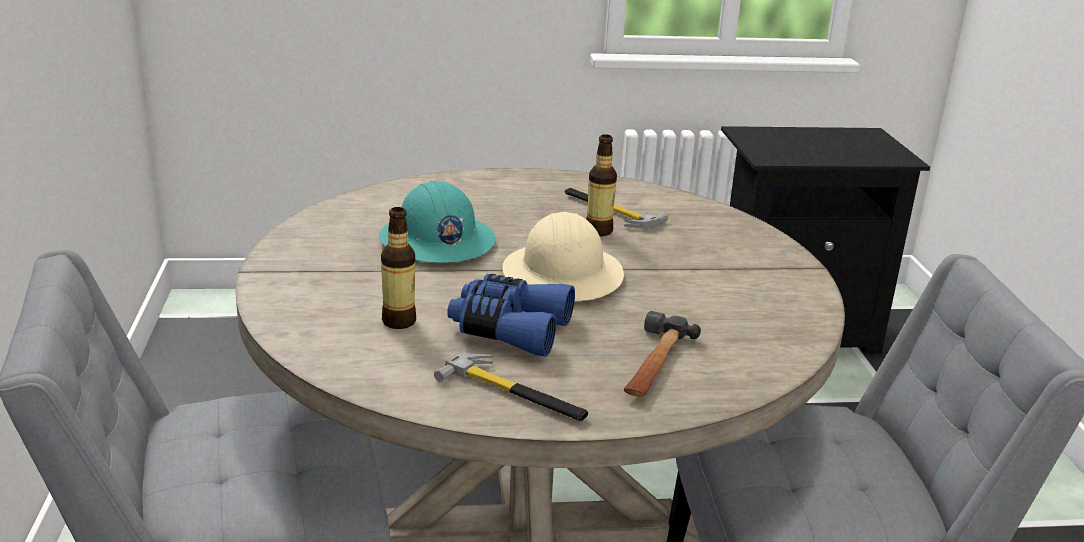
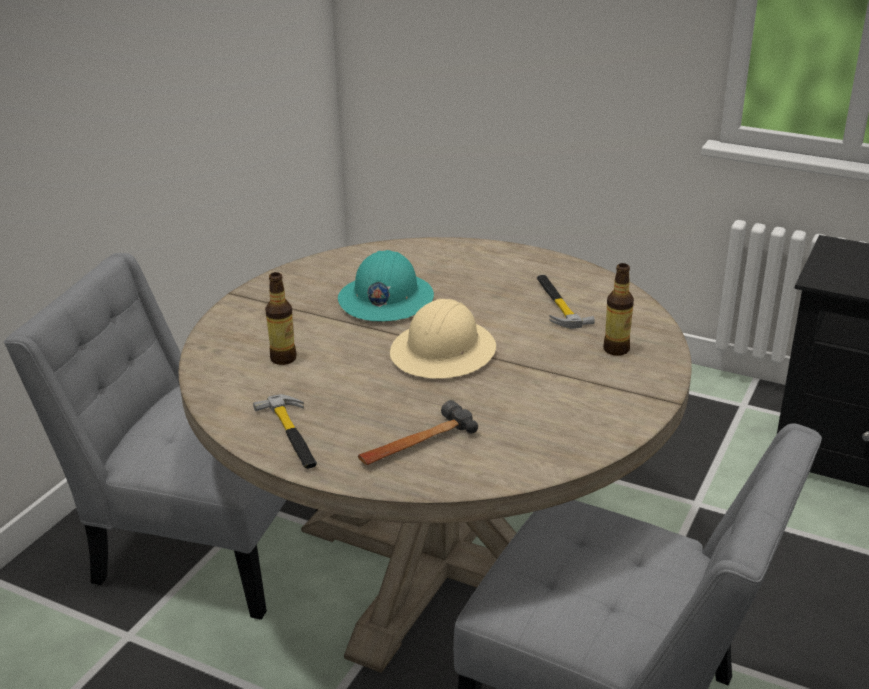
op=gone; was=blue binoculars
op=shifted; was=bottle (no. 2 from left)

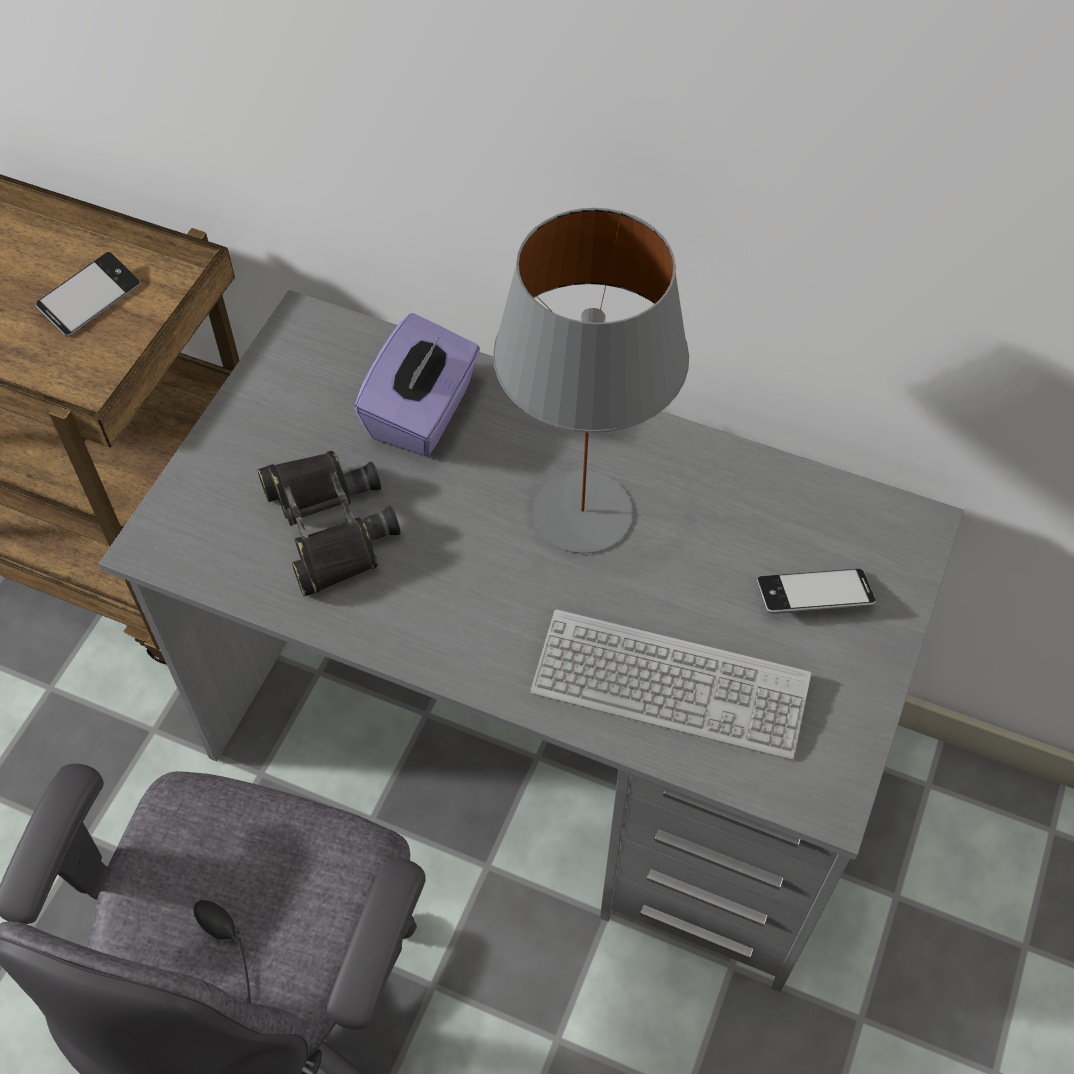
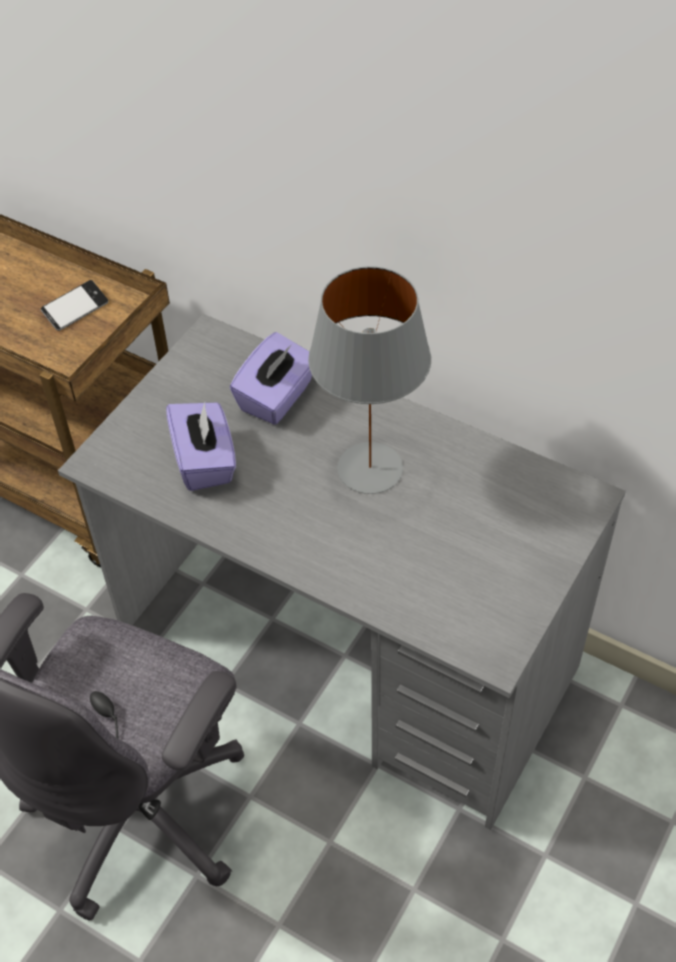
op=gone; was=keyboard
op=gone; was=phone (no. 2 from left)
op=swapped; was=black binoculars; now=purple tissue box (no. 1 from left)

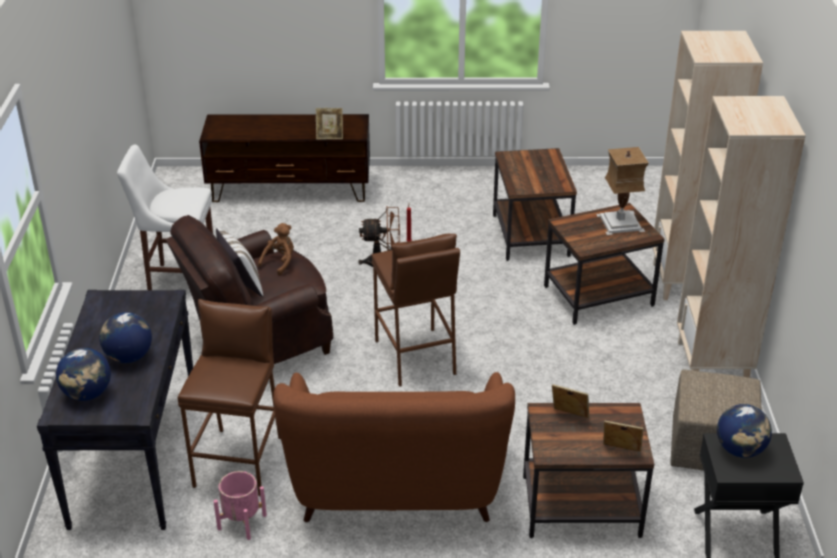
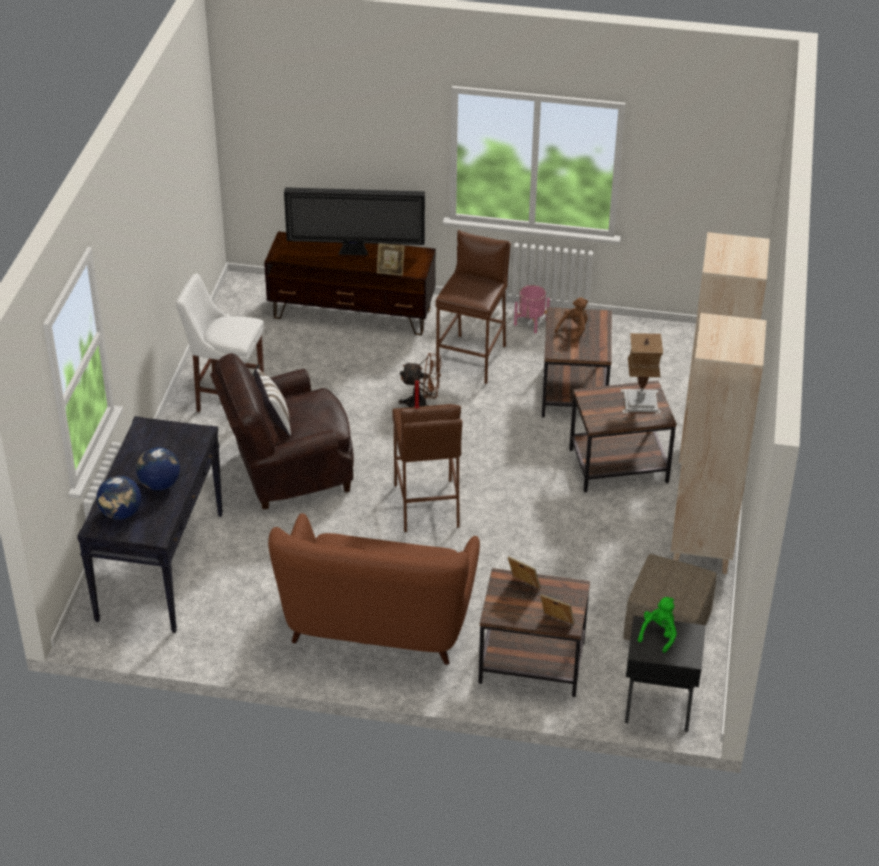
op=new; now=television
op=shifted; was=brown stool (no. 1 from left in the first image); now=brown stool (no. 2 from left)
op=shifted; was=pink planter
op=shifted; was=brown plush toy
op=swapped; was=globe (no. 3 from left); now=green plush toy

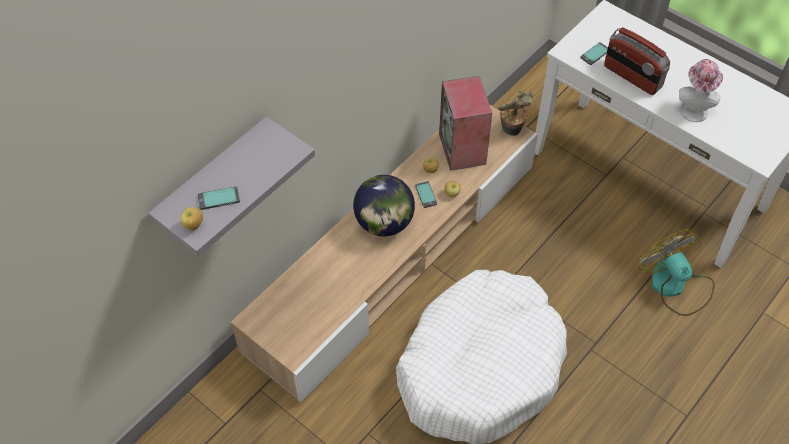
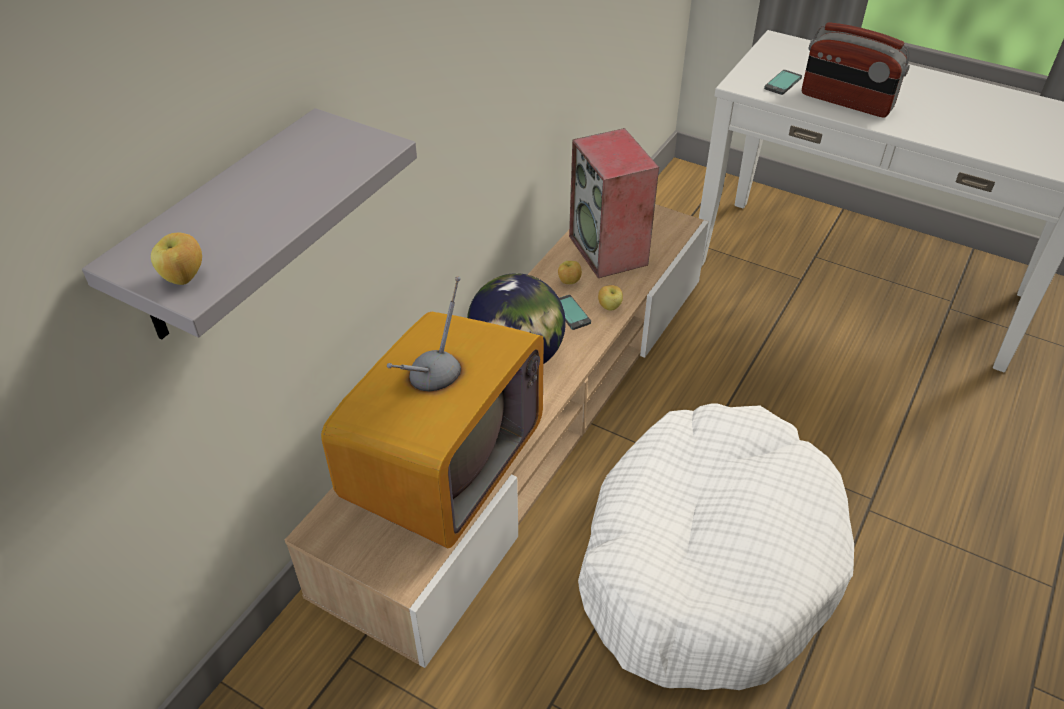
op=gone; was=phone (no. 1 from left)
op=gone; was=potted plant
op=gone; was=fan
op=gone; was=hat
op=new; now=television

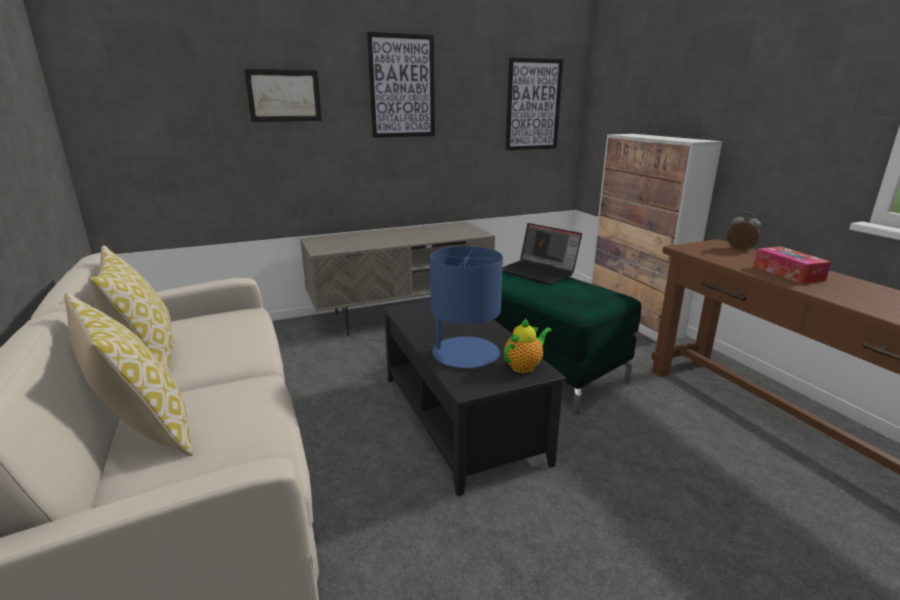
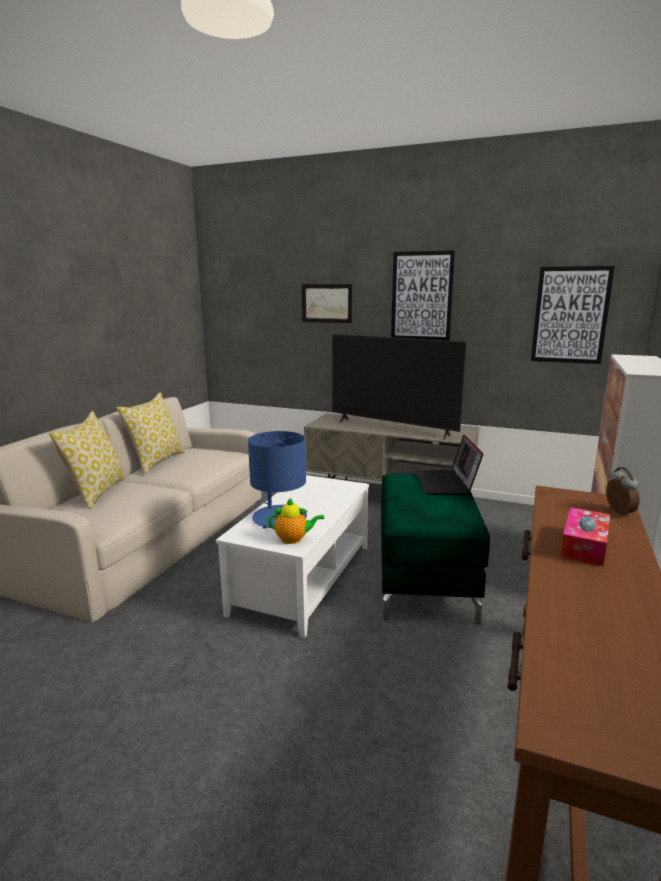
op=new; now=television
op=repainted; was=black coffee table; now=white coffee table

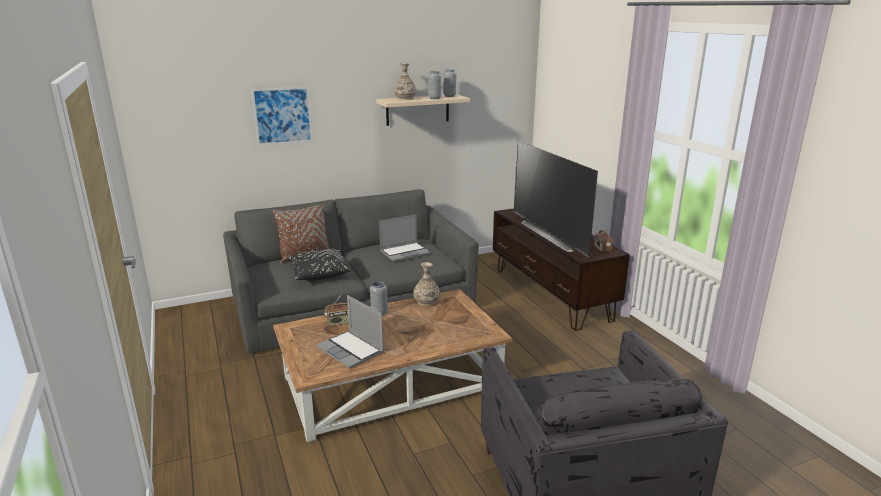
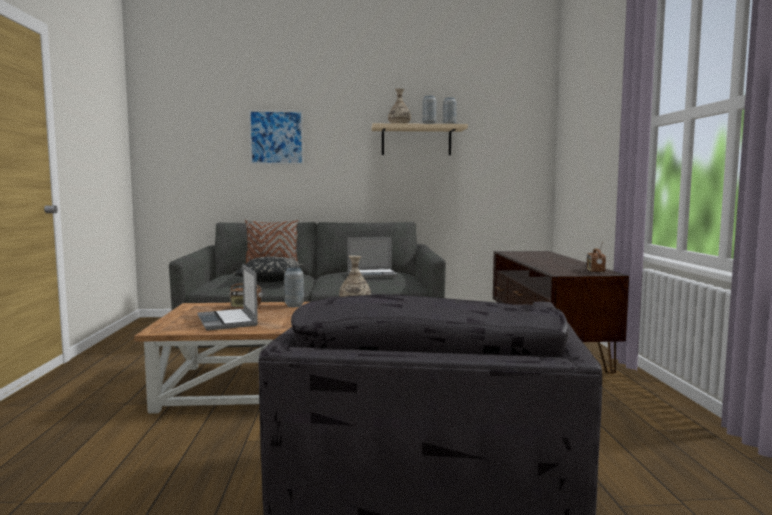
op=gone; was=television

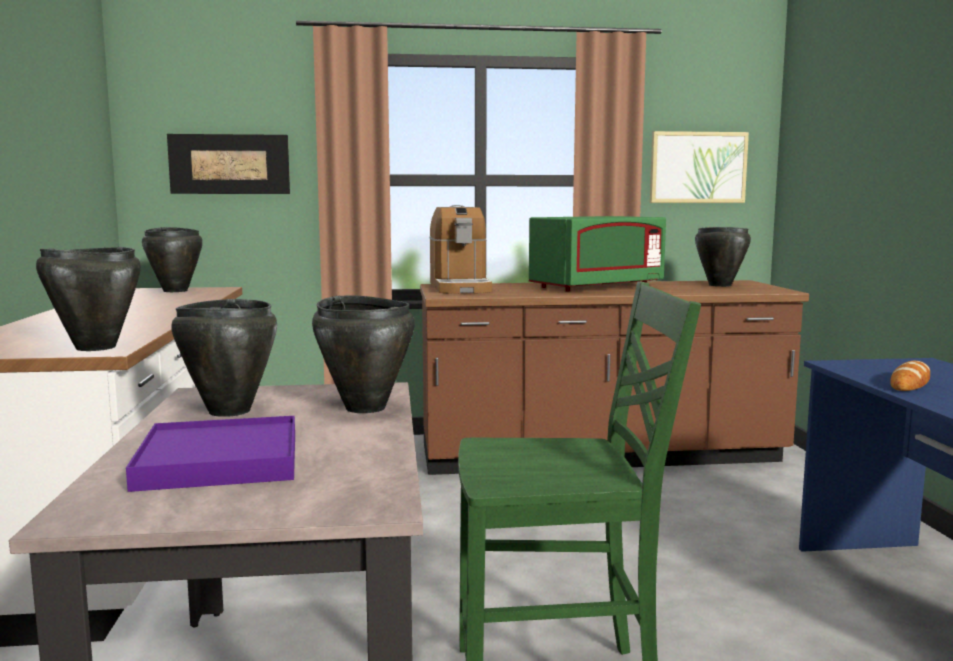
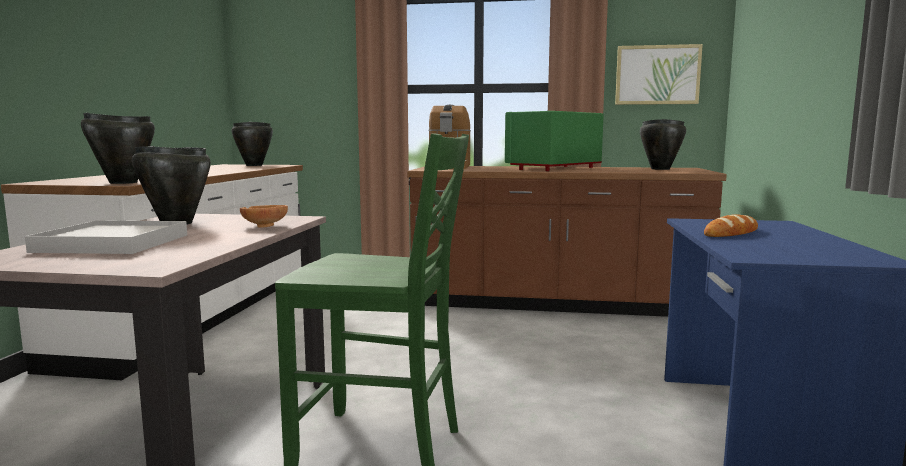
op=gone; was=picture (no. 1 from left)
op=swapped; was=black cooking pot (no. 4 from left); now=brown bowl
op=repainted; was=purple tray; now=white tray
op=rotated; was=green microwave; clockwise=150

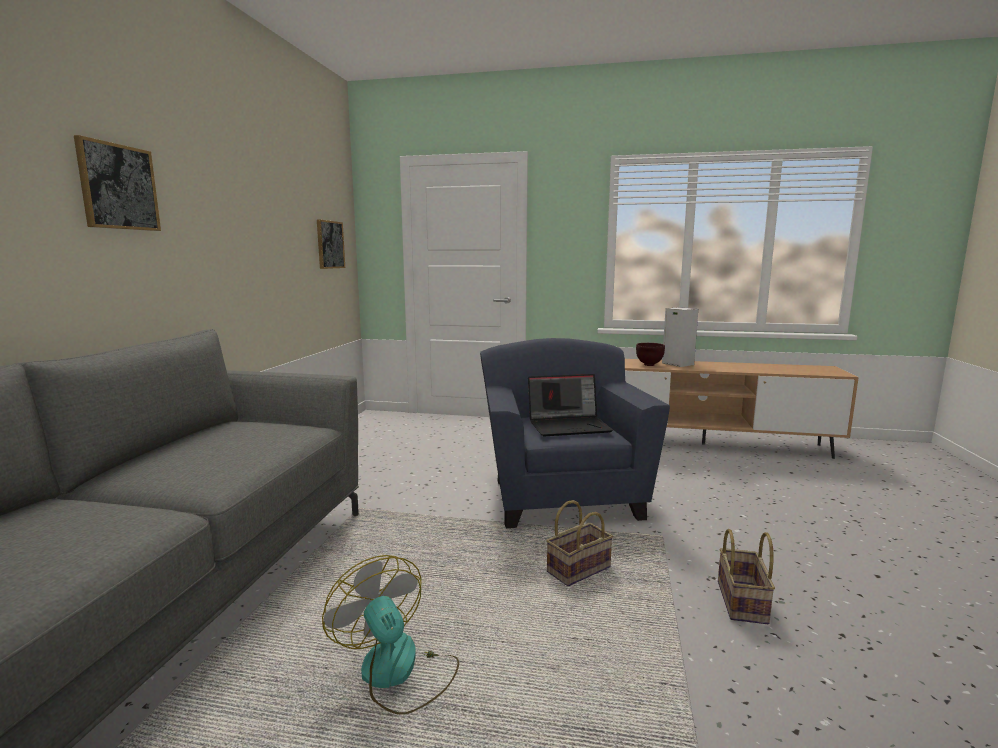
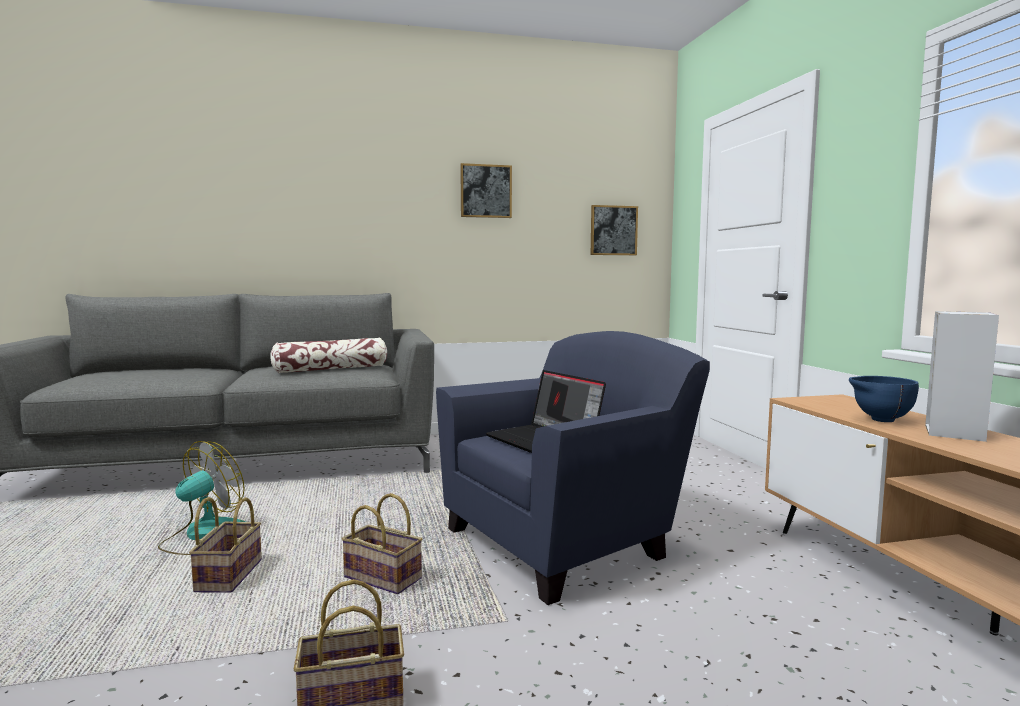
op=new; now=basket (no. 1 from left)
op=new; now=pillow
op=shifted; was=picture (no. 1 from left)
op=repainted; was=brown bowl; now=blue bowl

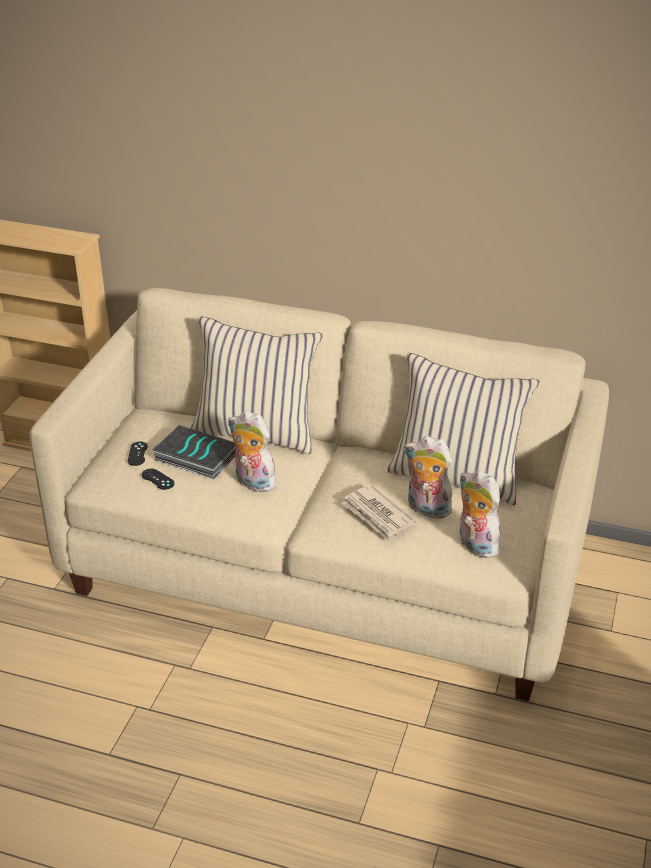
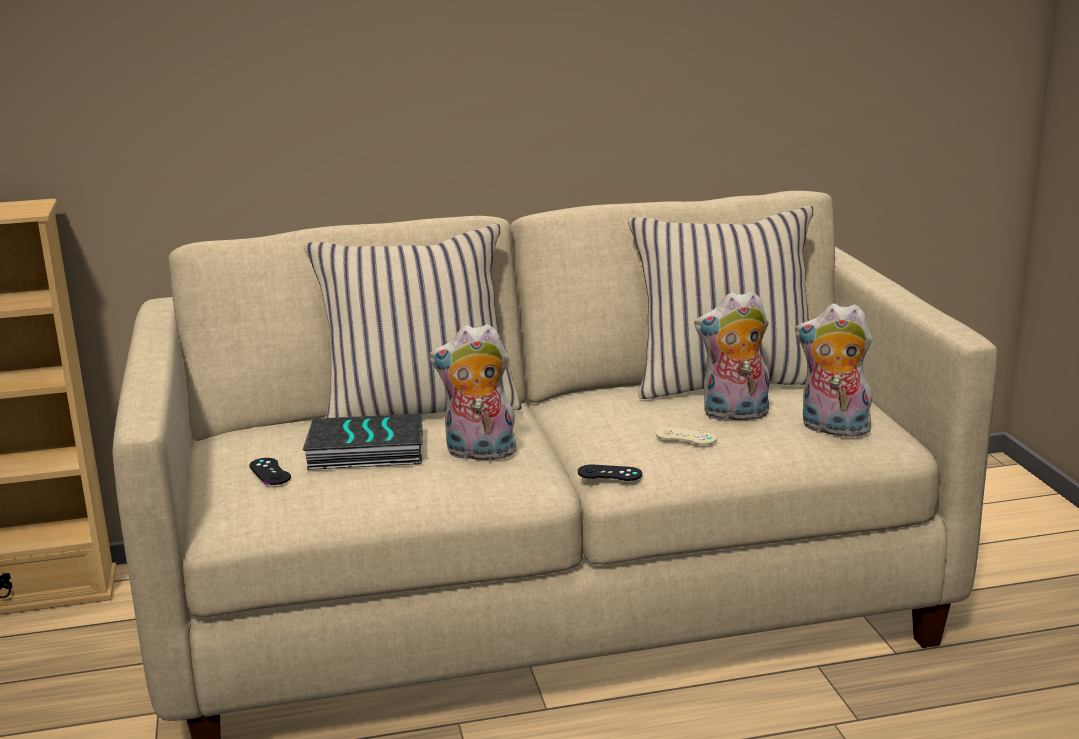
op=shifted; was=black game controller (no. 2 from left)
op=swapped; was=newspaper; now=beige game controller

